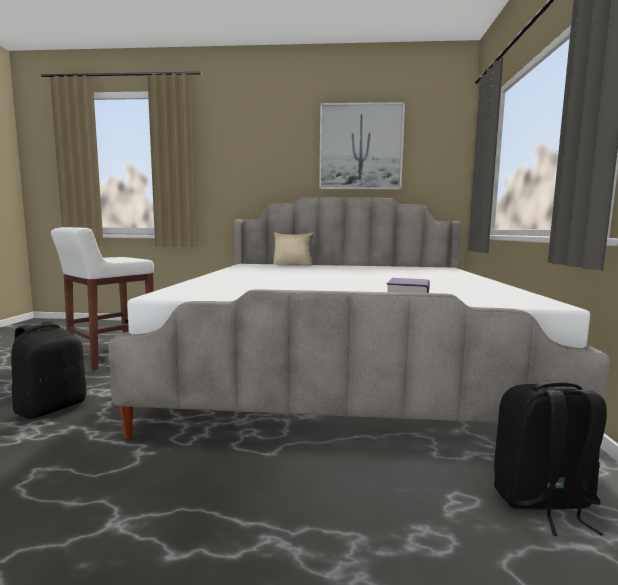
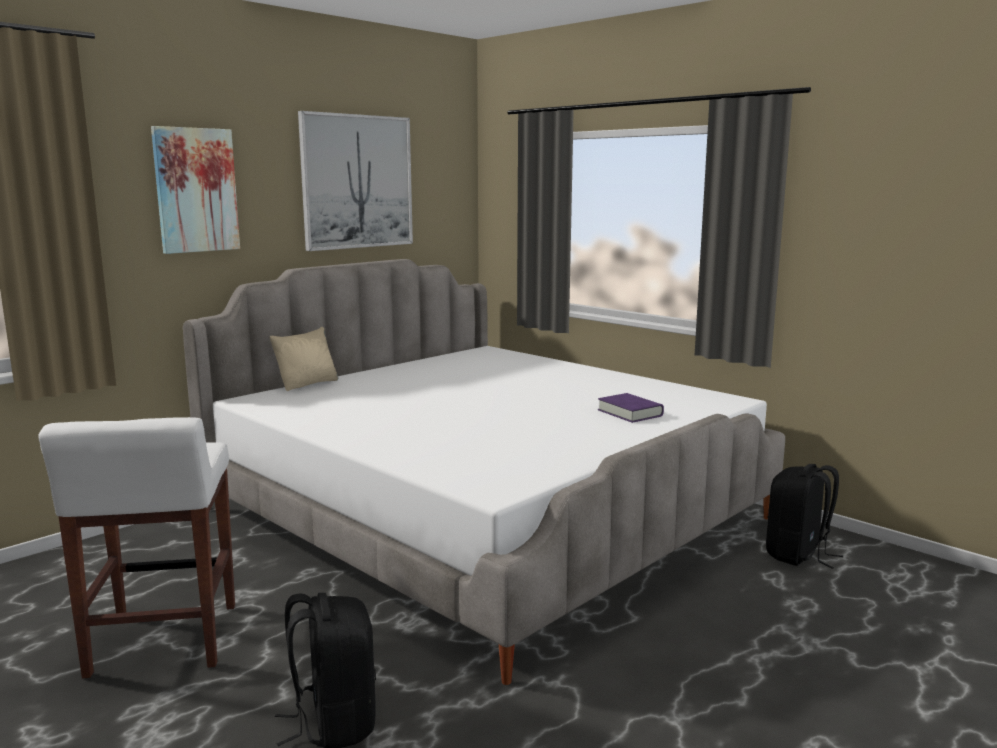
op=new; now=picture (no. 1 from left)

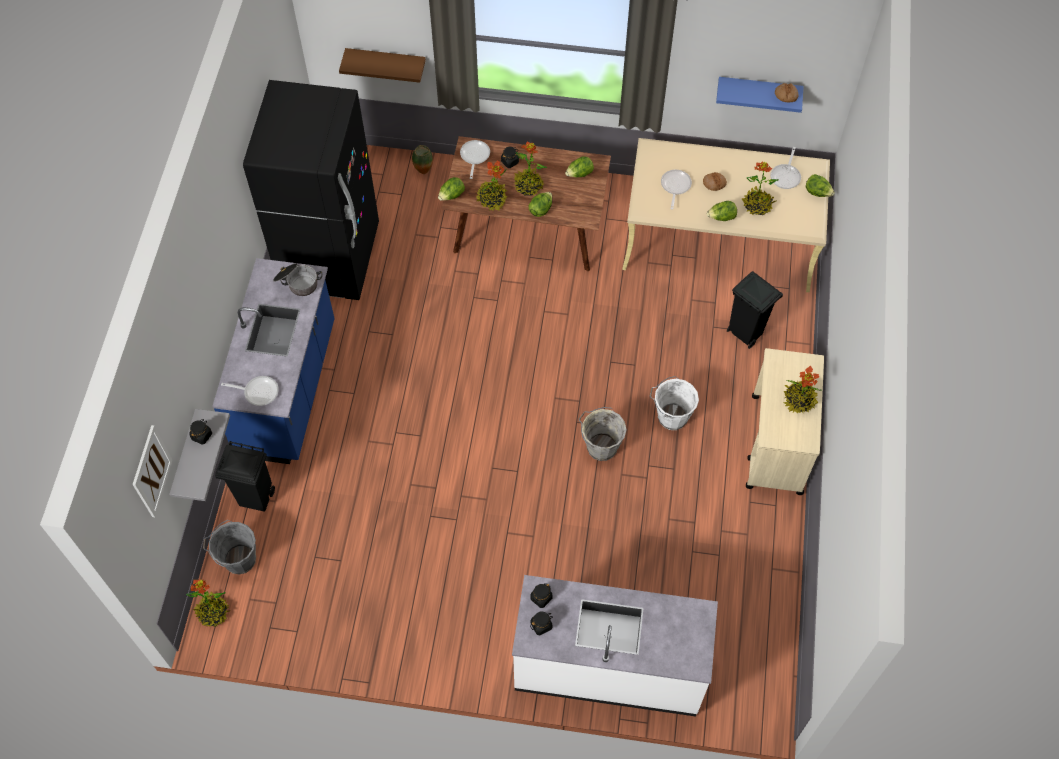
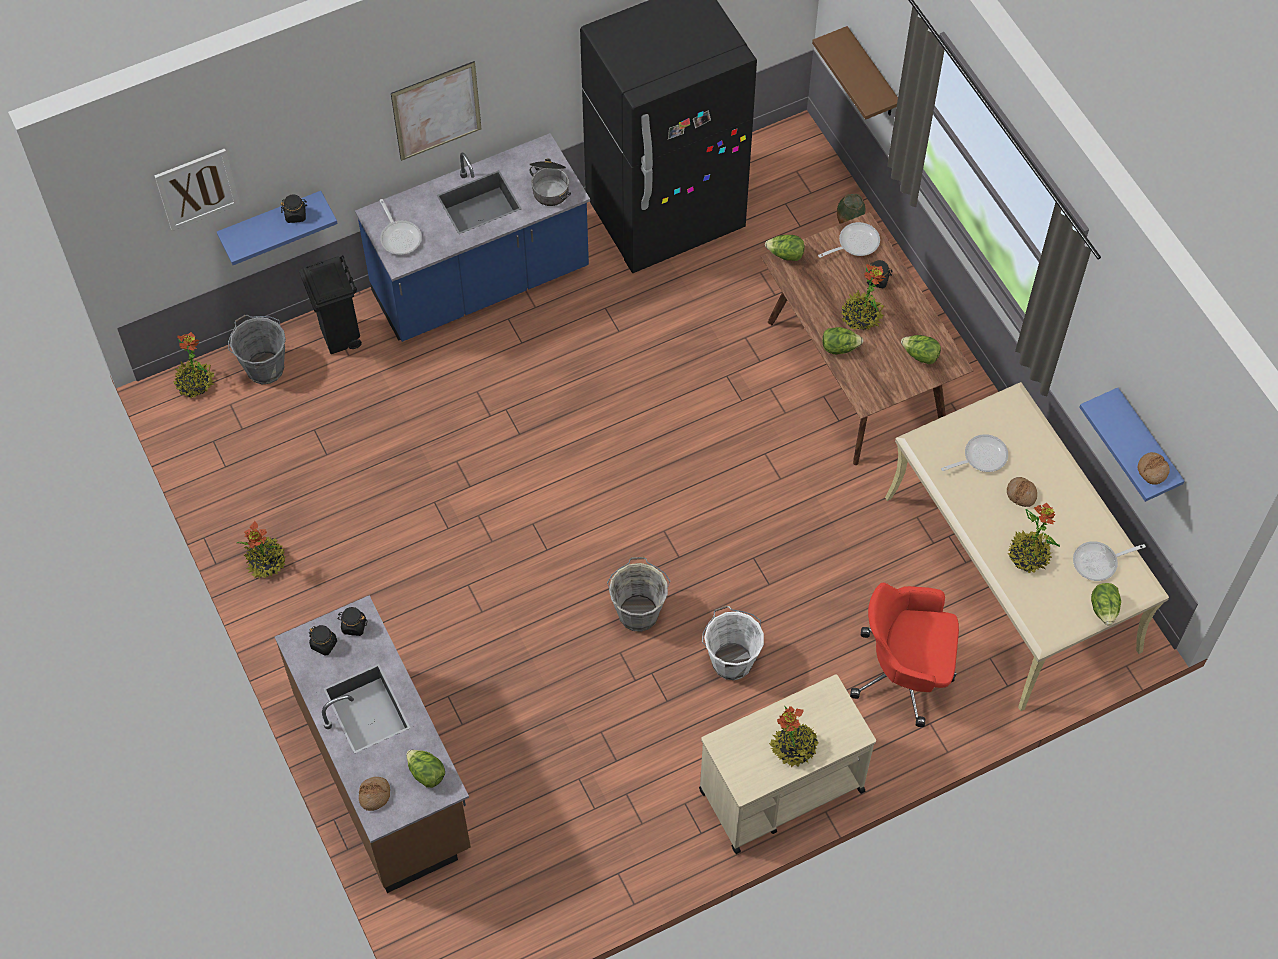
op=new; now=bread (no. 1 from left)
op=new; now=picture (no. 2 from left)
op=shifted; was=potted plant (no. 2 from left)
op=shifted; was=lettuce (no. 4 from left in the first image); now=lettuce (no. 1 from left)
op=swapped; was=black trash can (no. 2 from left); now=red office chair
op=repainted; was=grey shelf; now=blue shelf (no. 1 from left)
op=repainted; was=white counter; now=brown counter

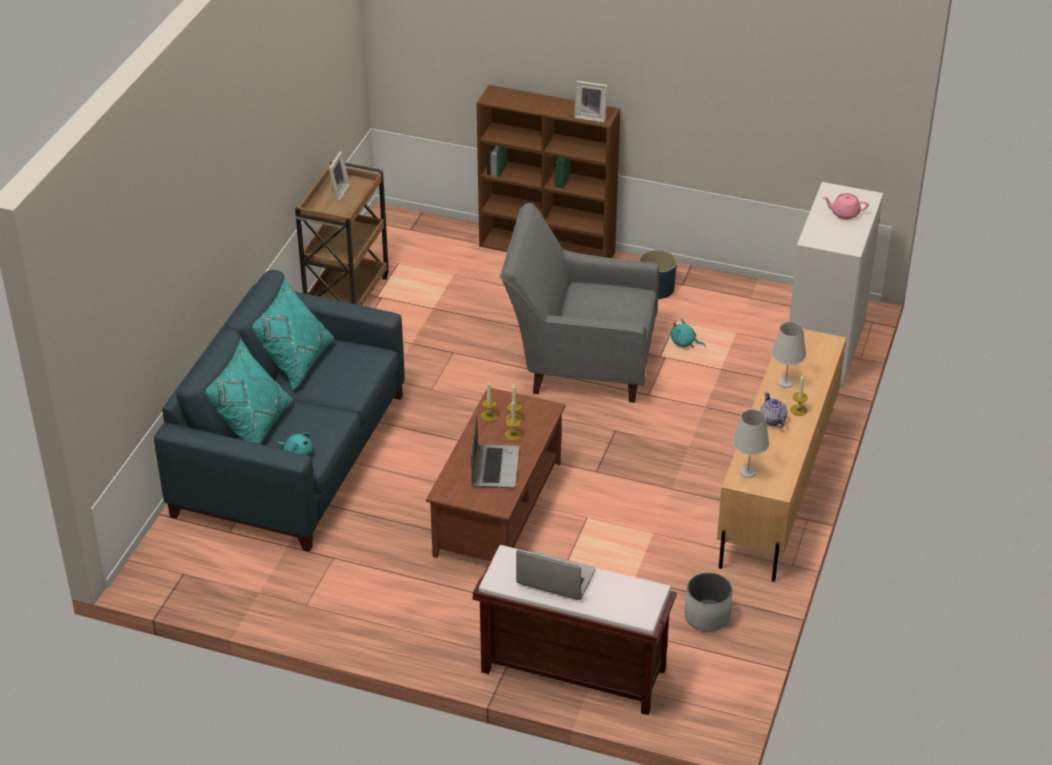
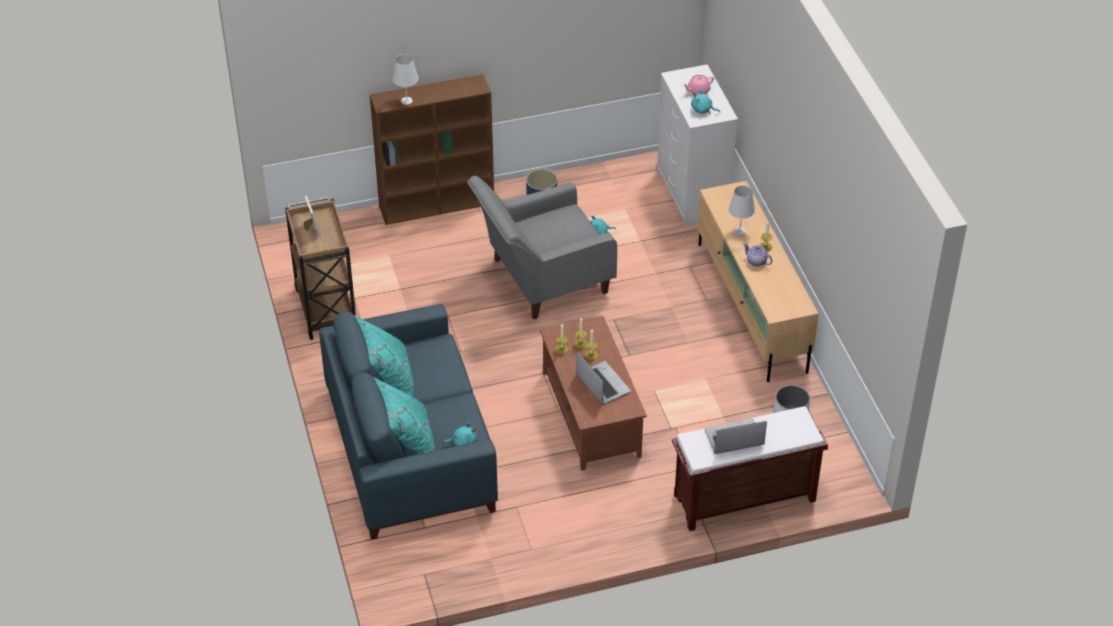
op=gone; was=picture frame (no. 2 from left)
op=new; now=turquoise plush toy (no. 3 from left)
op=shifted; was=white table lamp (no. 1 from left)

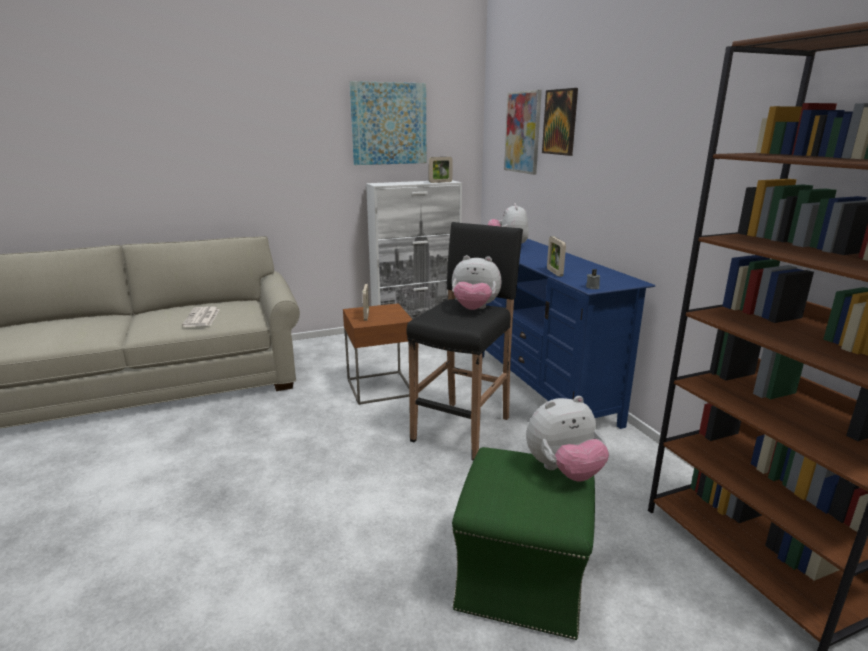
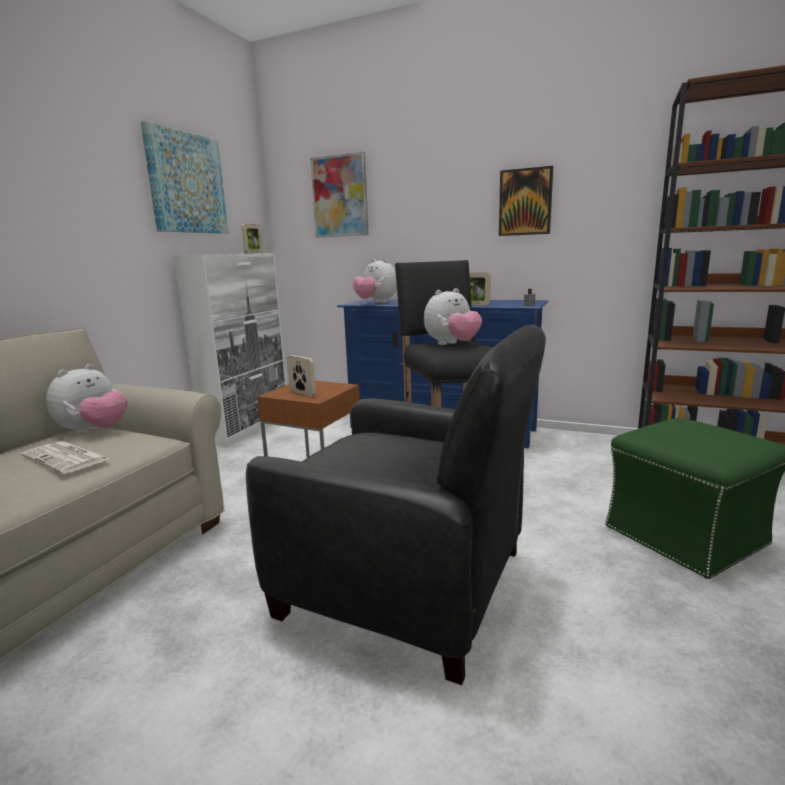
op=new; now=black armchair
op=shifted; was=plush toy (no. 3 from left in the first image); now=plush toy (no. 1 from left)
op=shifted; was=picture (no. 3 from left)

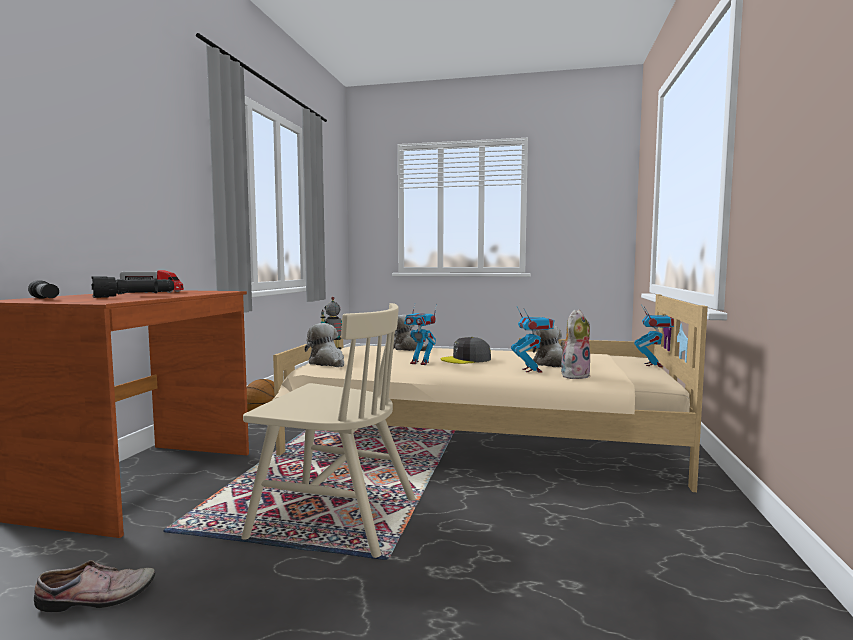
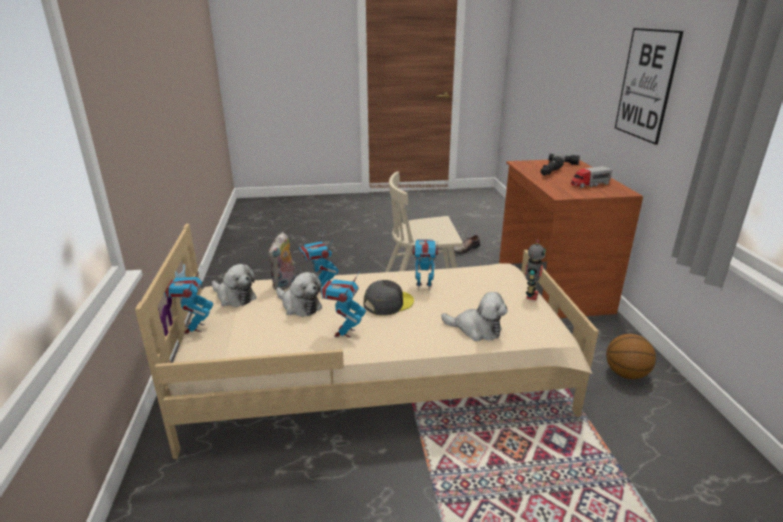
op=new; now=toy robot (no. 3 from left)
op=new; now=picture
op=shifted; was=plush toy (no. 1 from left)

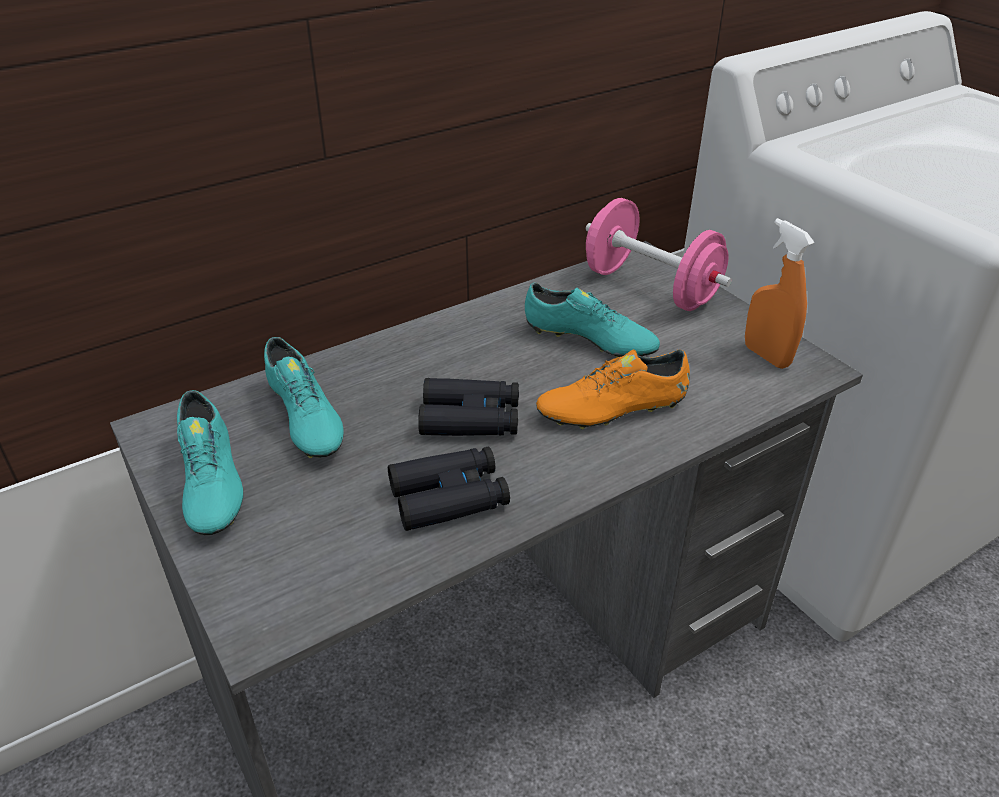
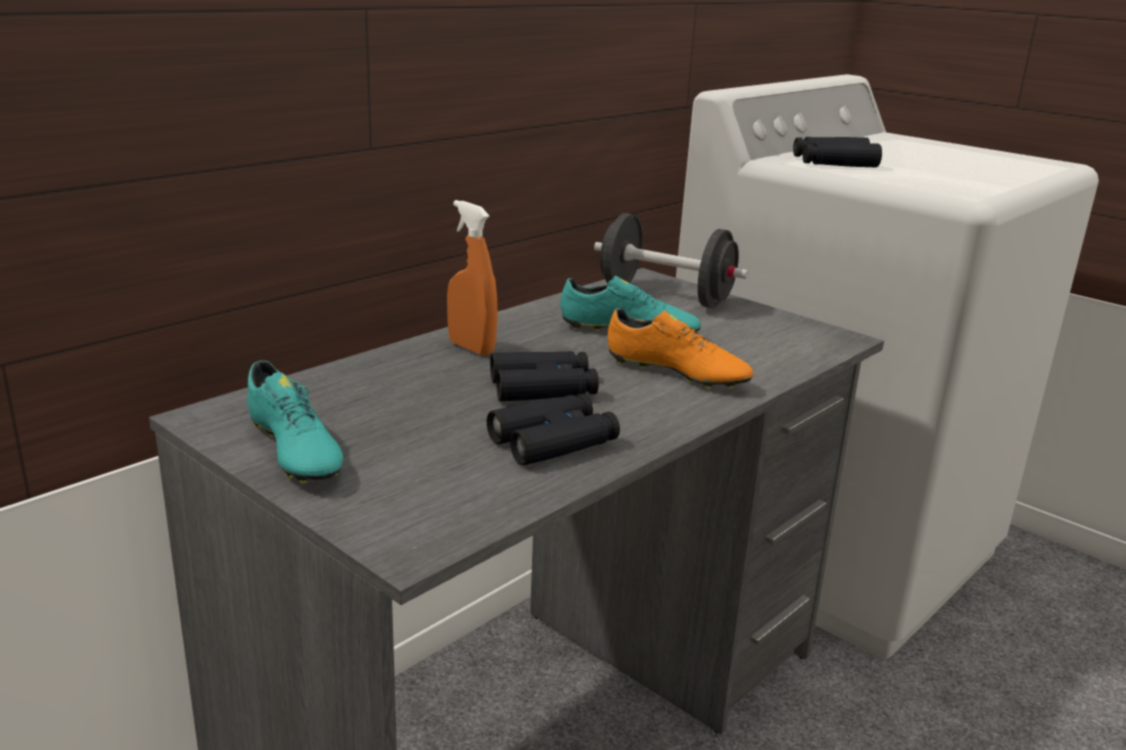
op=gone; was=turquoise shoe (no. 2 from left)
op=new; now=black binoculars (no. 3 from left)
op=shifted; was=orange spray bottle
op=repainted; was=pink dumbbell; now=black dumbbell
op=rotated; was=orange shoe; clockwise=-120

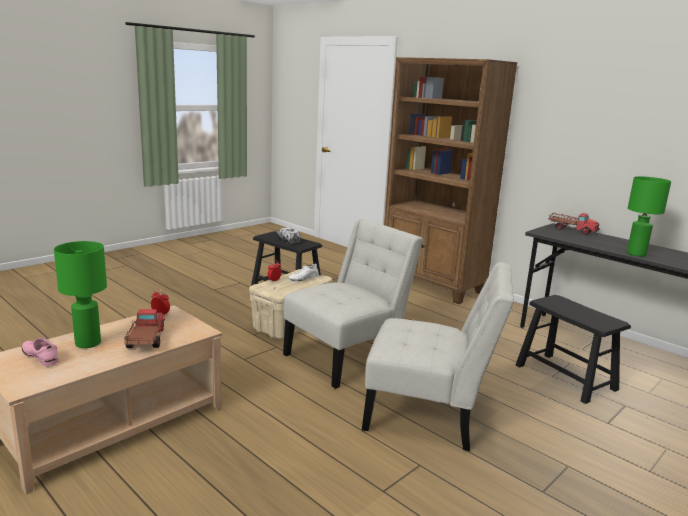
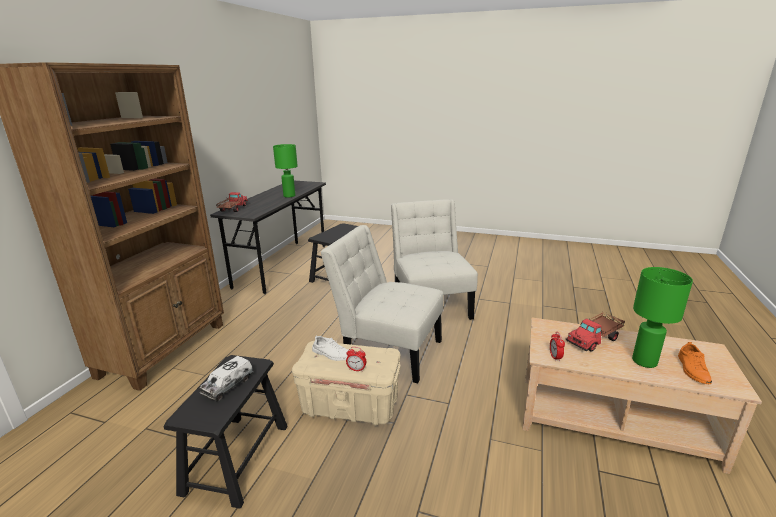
op=repainted; was=pink shoe; now=orange shoe

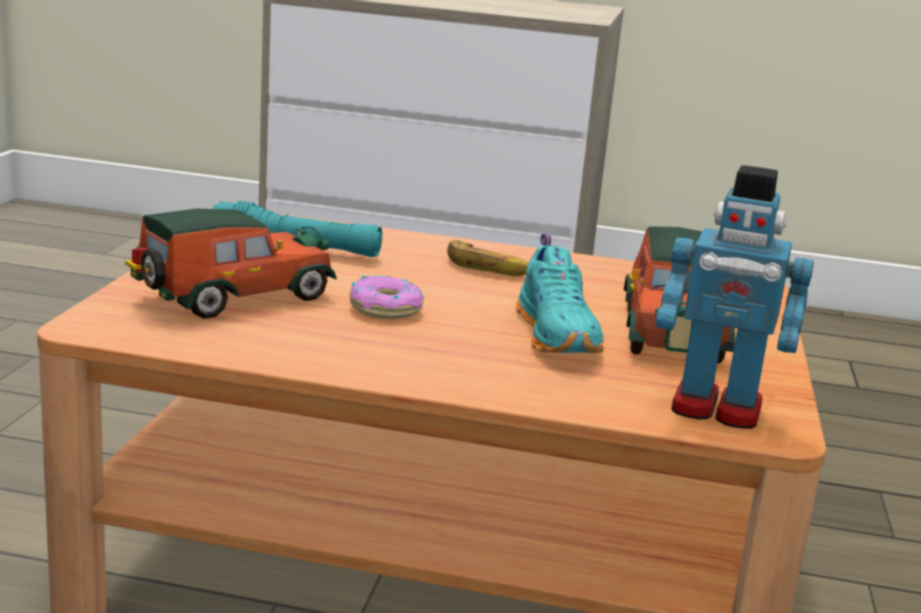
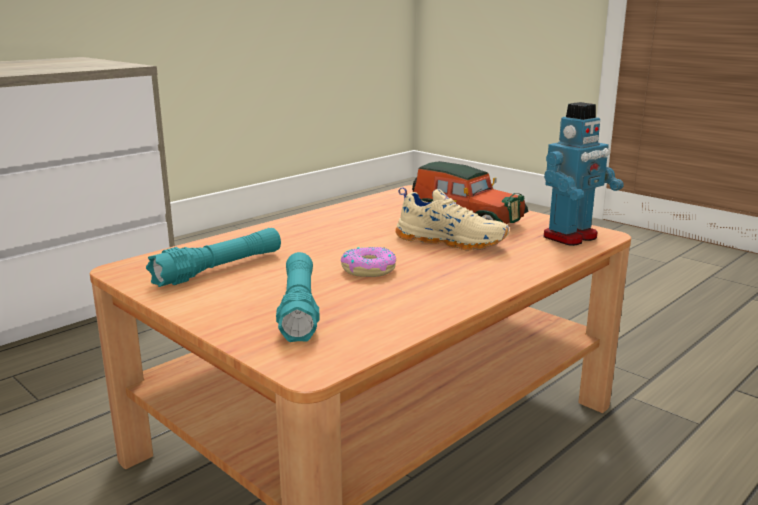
op=gone; was=banana
op=swapped; was=toy car (no. 1 from left); now=turquoise flashlight (no. 2 from left)
op=repainted; was=turquoise shoe; now=beige shoe

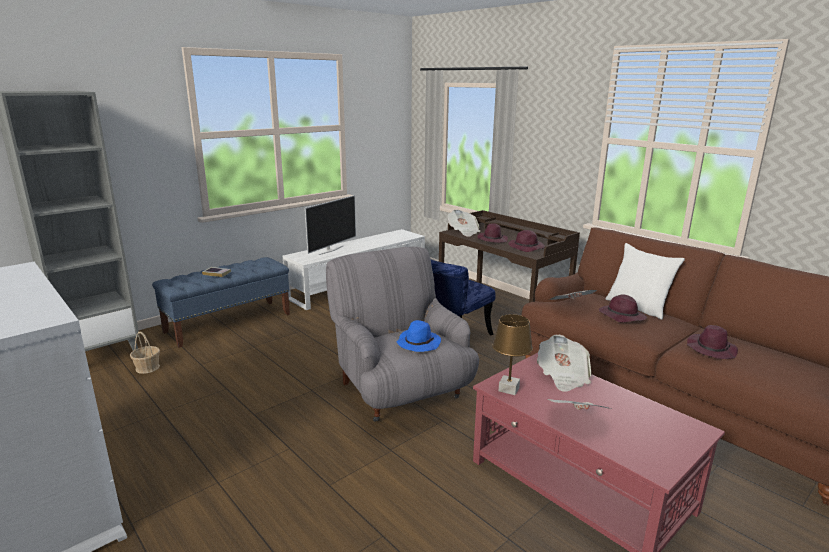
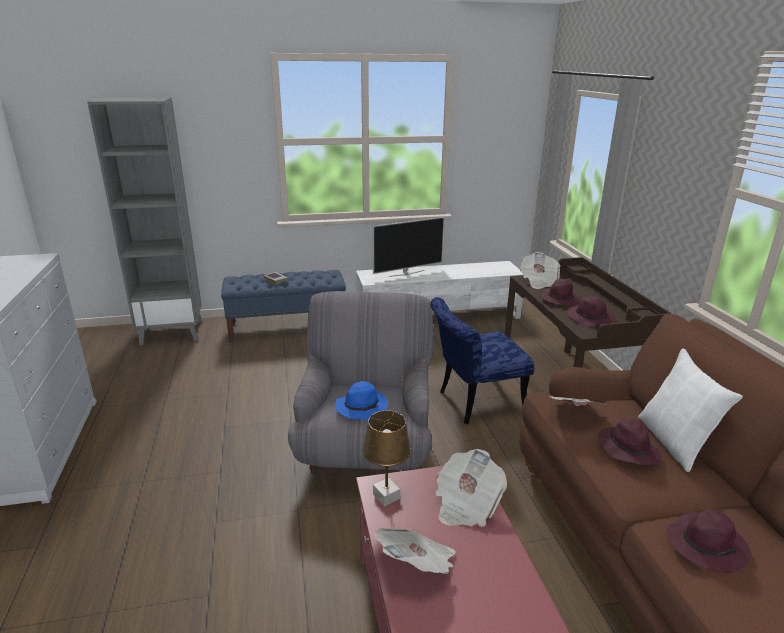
op=gone; was=basket

